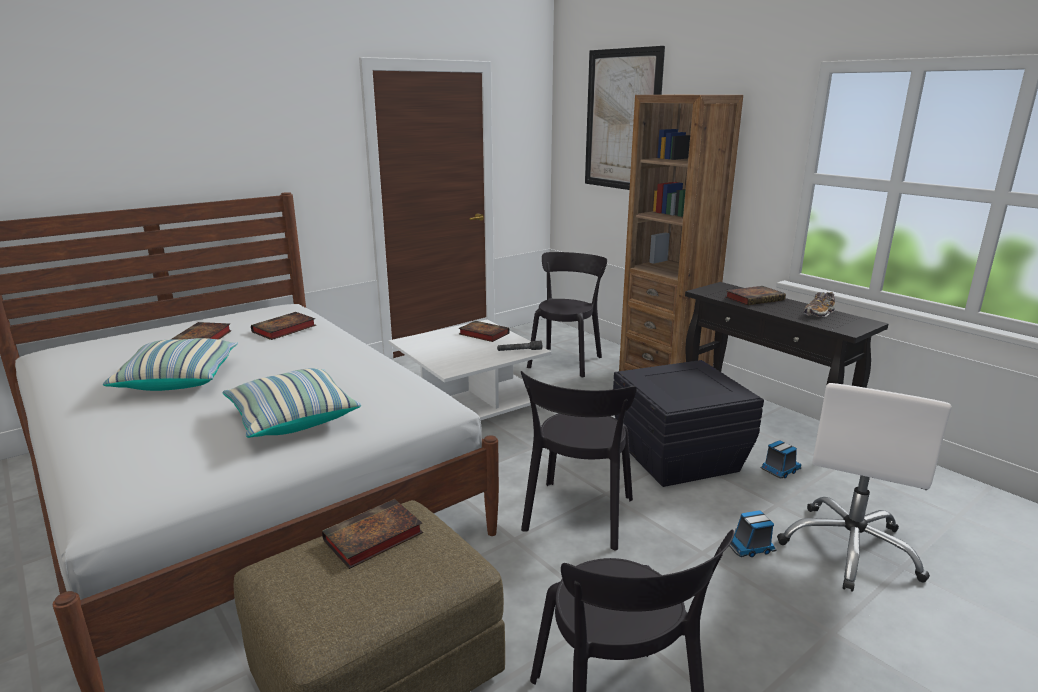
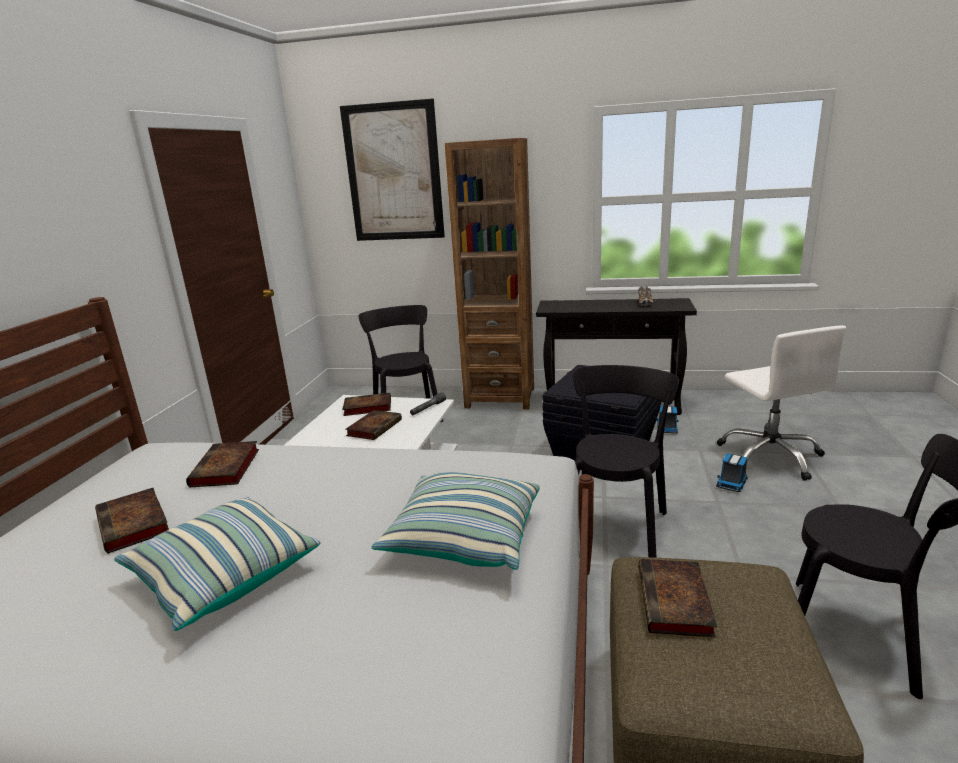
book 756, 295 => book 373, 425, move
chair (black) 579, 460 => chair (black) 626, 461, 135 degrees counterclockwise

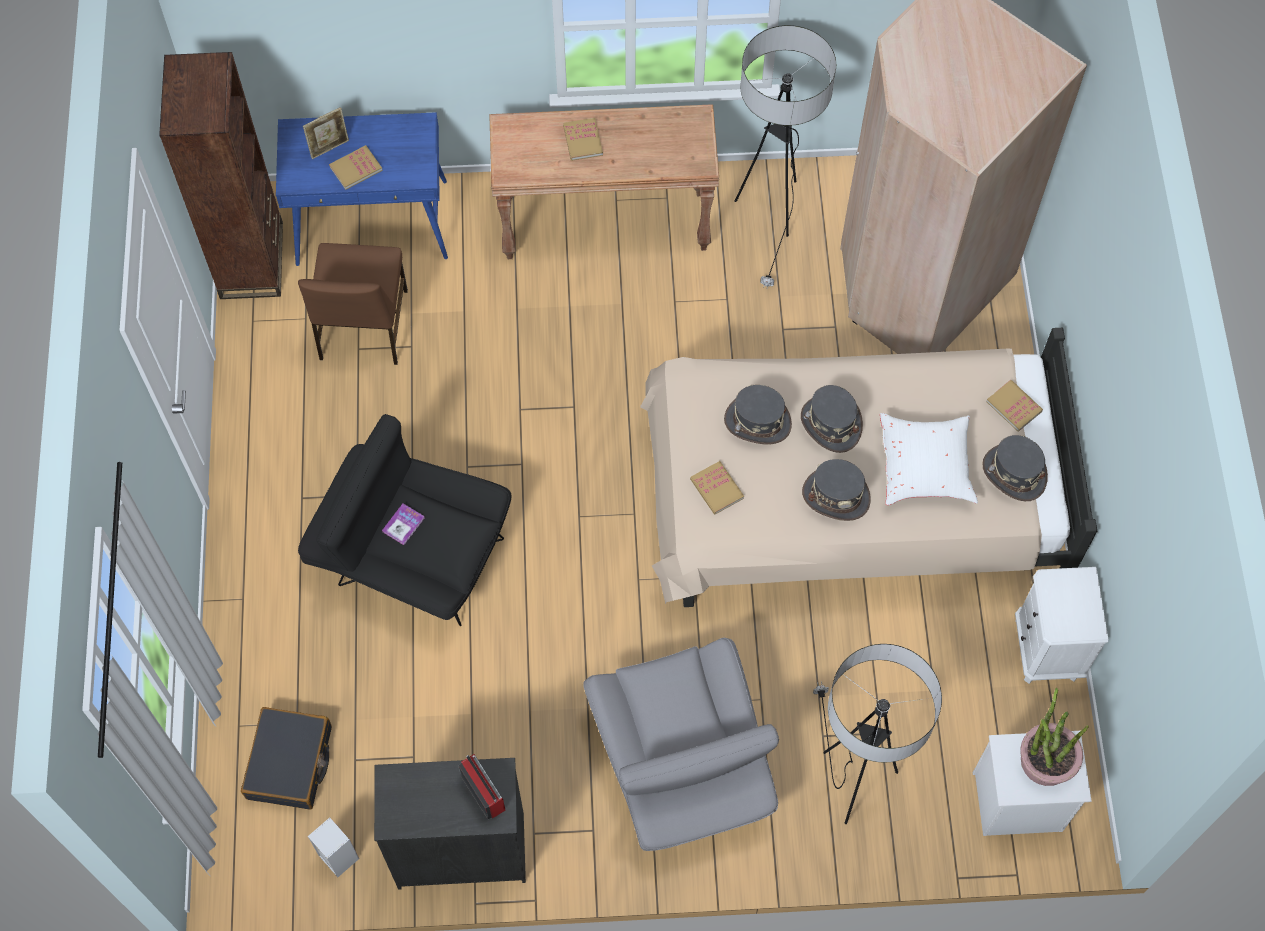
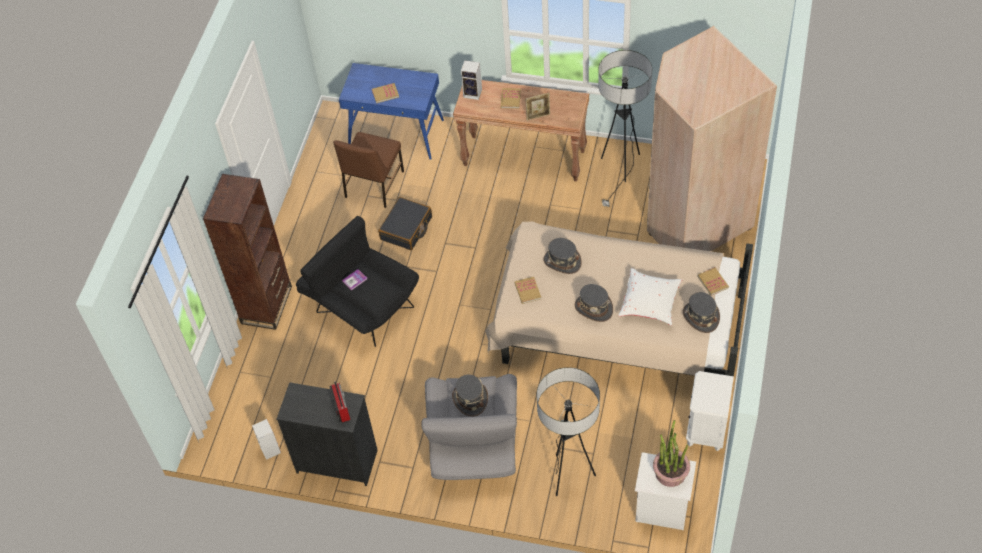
bookcase (brown) 221, 175 => bookcase (brown) 247, 252, move
suitcase (black) 286, 758 => suitcase (black) 405, 223, move
hat (grey) 832, 419 => hat (grey) 470, 395, move
nothing => speaker 471, 80
picture frame 326, 133 => picture frame 538, 107, move

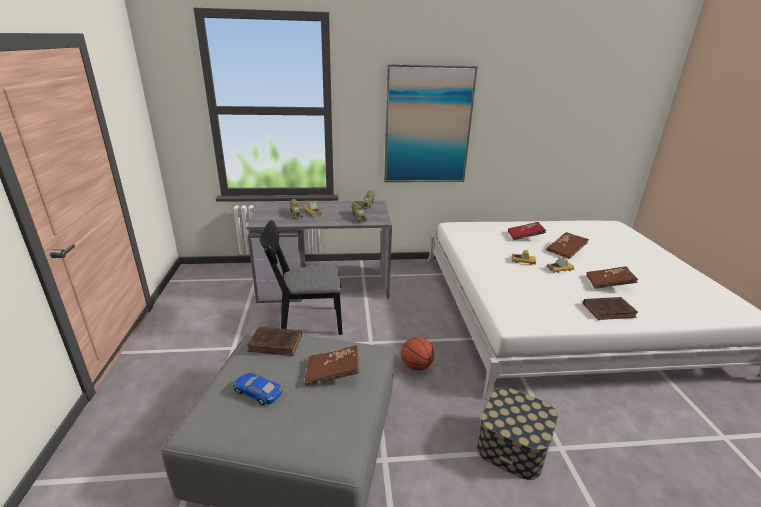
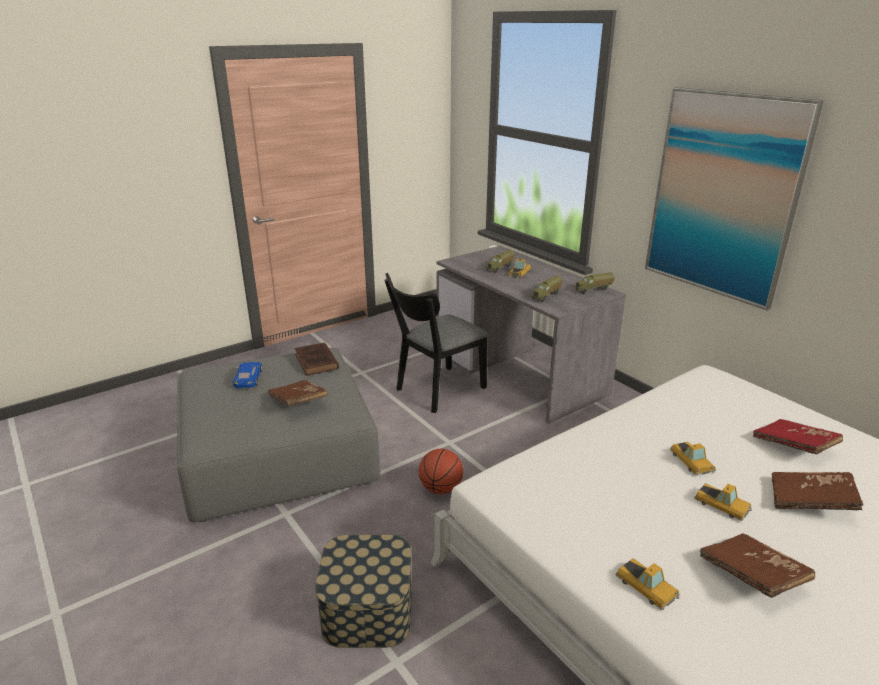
chair (black) 301, 277 => chair (black) 436, 343, 90 degrees counterclockwise
book (brown) 610, 308 => toy car 648, 584

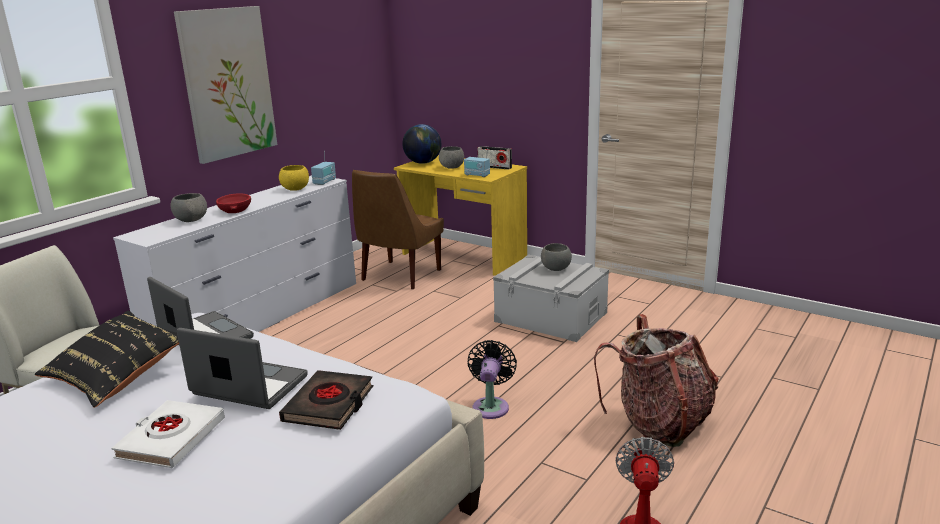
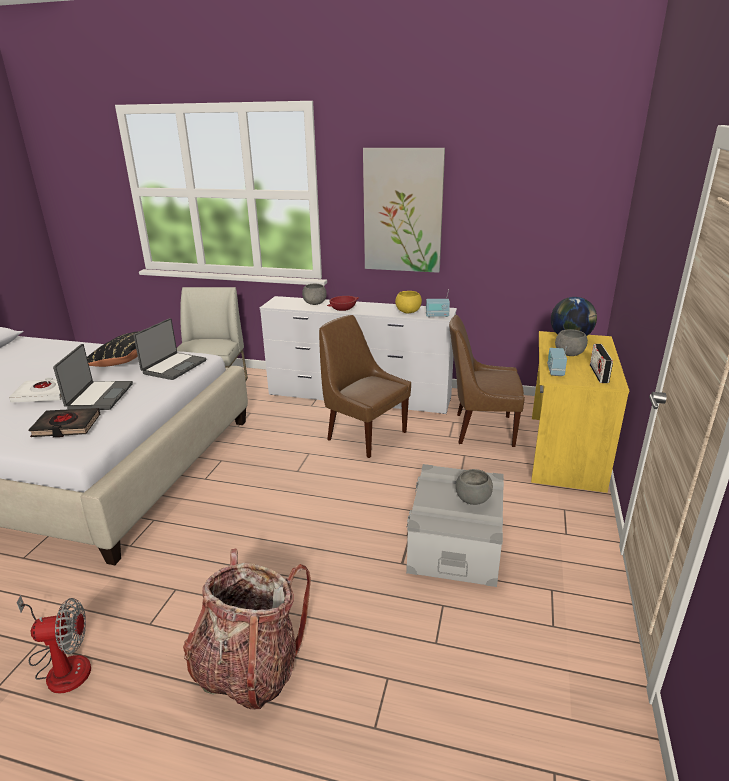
nothing => chair (brown) 365, 386
fan (black) 492, 379 => nothing

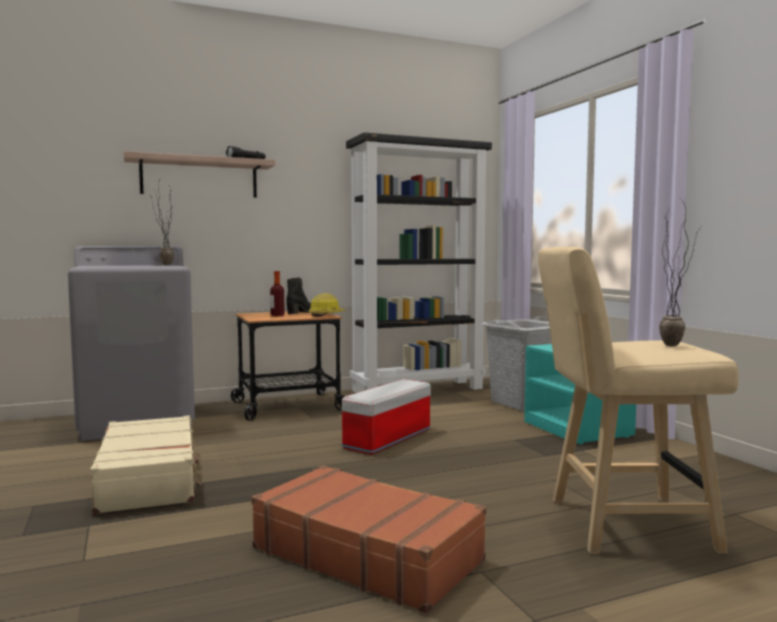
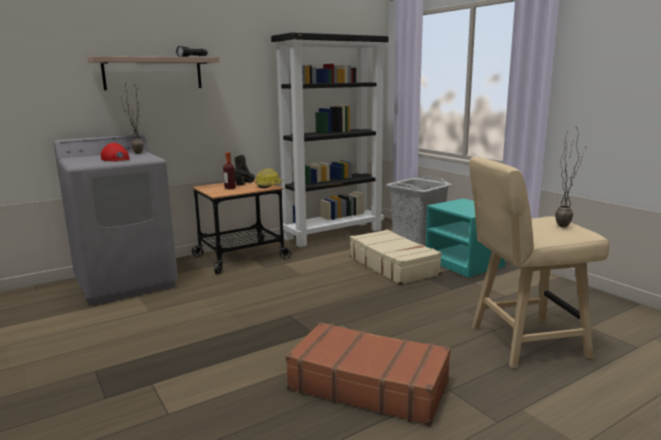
nothing => cap (red) 115, 152
suitcase (beige) 146, 464 => suitcase (beige) 396, 257, move
storage box 386, 417 => nothing

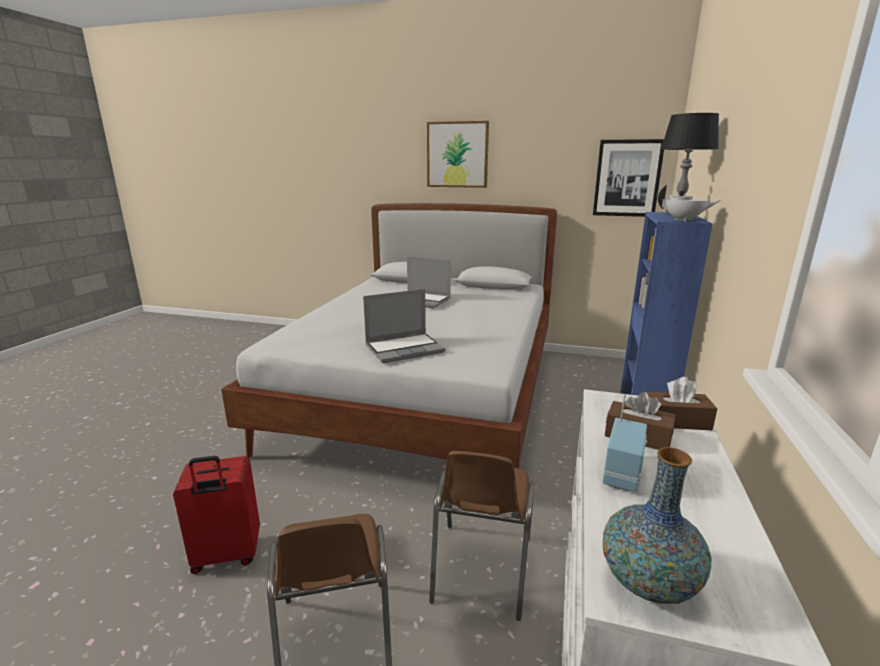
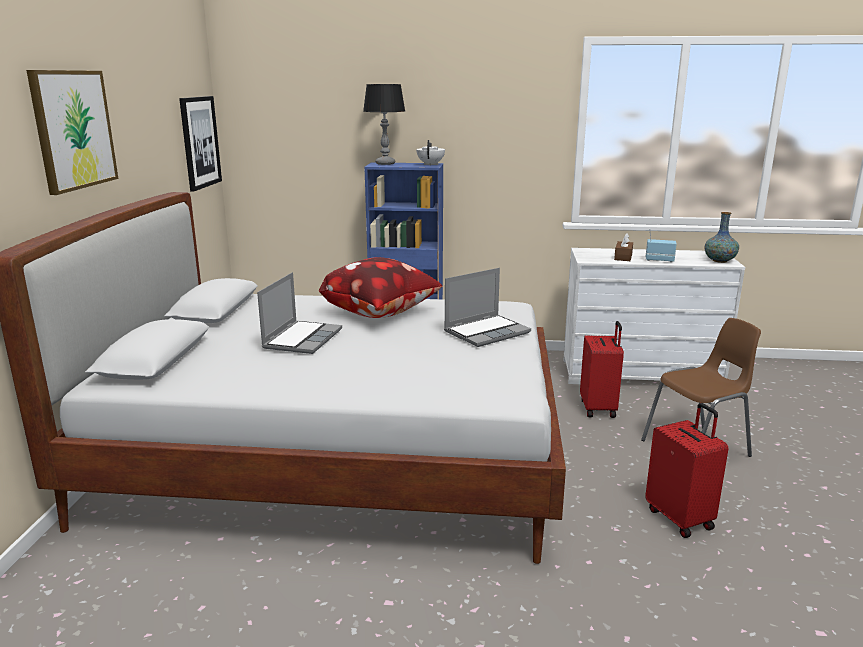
nothing => pillow 381, 287
laptop 404, 326 => laptop 487, 307, 90 degrees clockwise
chair (brown) 482, 536 => suitcase (red) 602, 369
tissue box (brown) 682, 404 => nothing

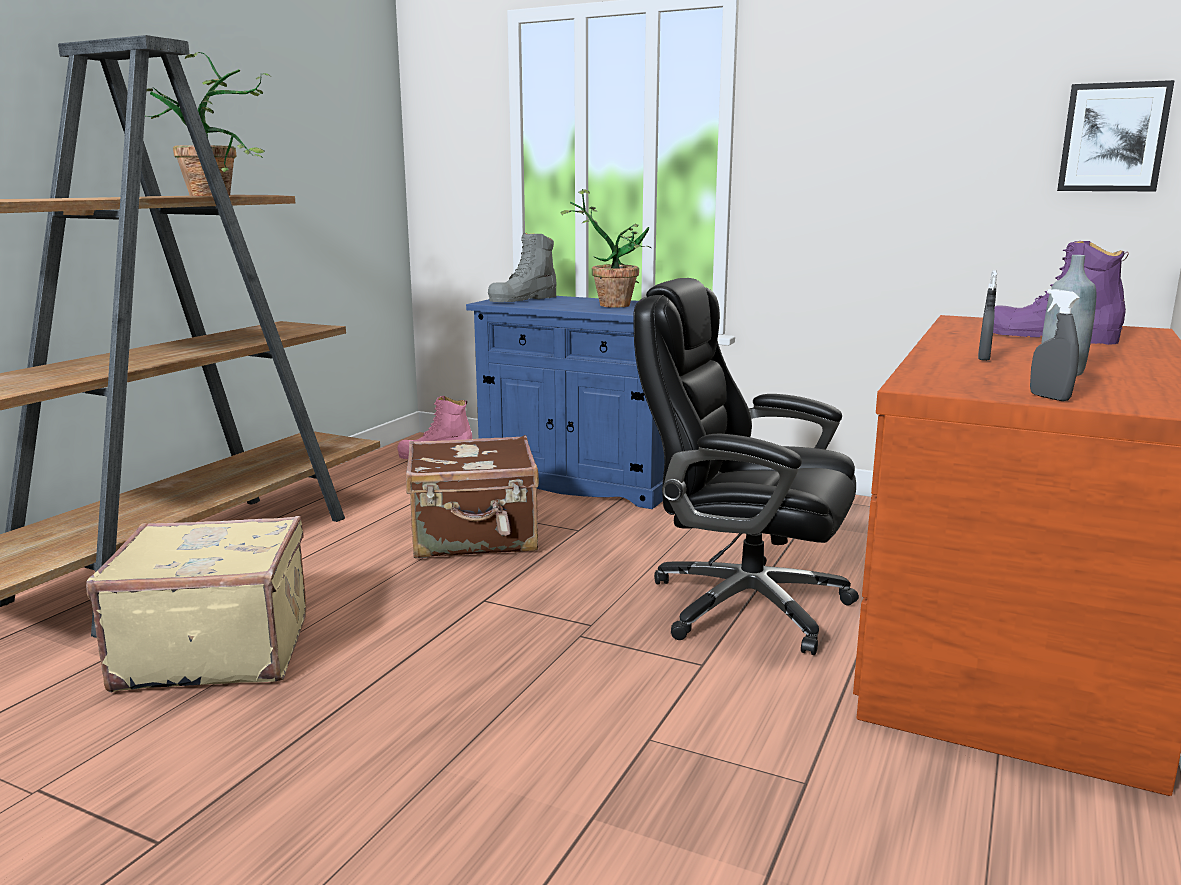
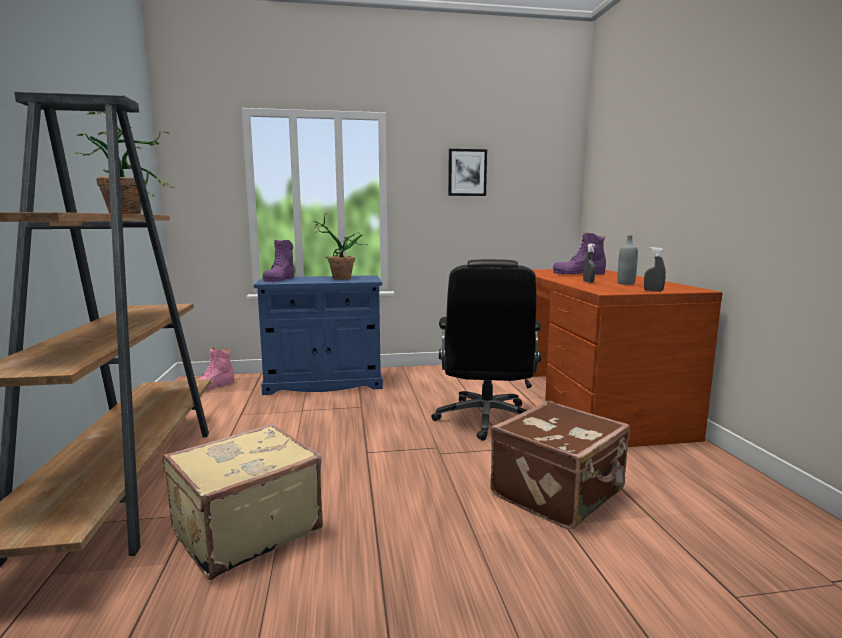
boot (grey) 522, 267 => boot (purple) 278, 261
office chair (black) 746, 466 => office chair (black) 486, 350, 75 degrees counterclockwise
picture 1116, 135 => picture 467, 172, move
suitcase (brown) 472, 496 => suitcase (brown) 560, 464, move

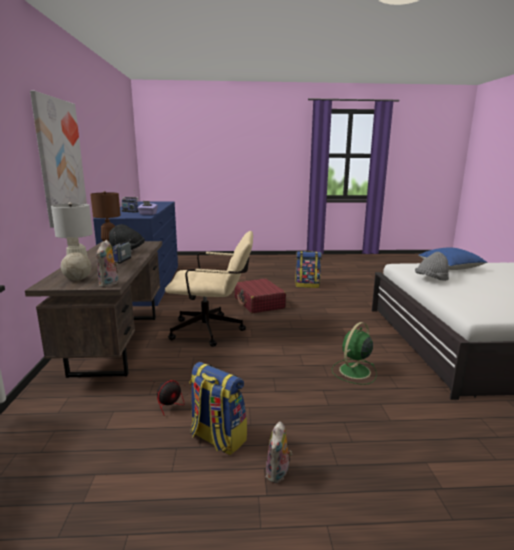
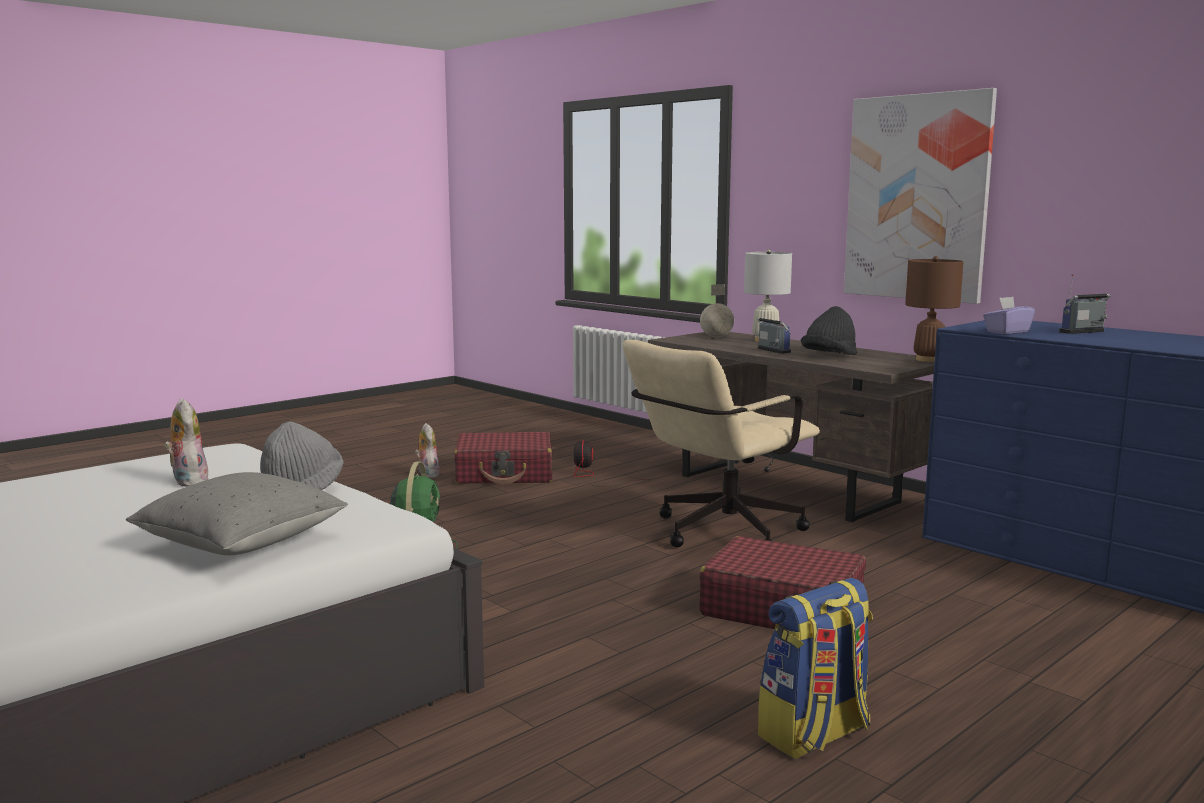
pillow (blue) 453, 258 => pillow (grey) 237, 513
plush toy 107, 264 => plush toy 186, 442, move
backpack 218, 408 => suitcase (red) 503, 458

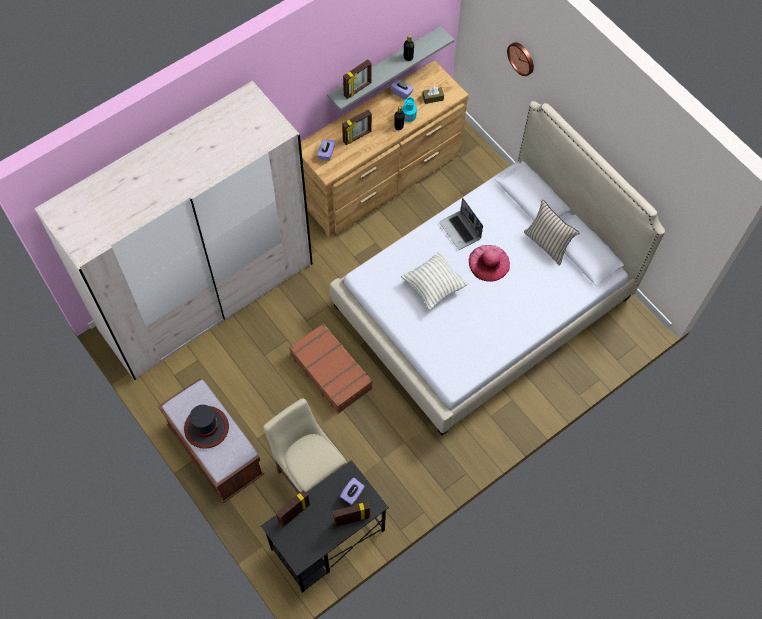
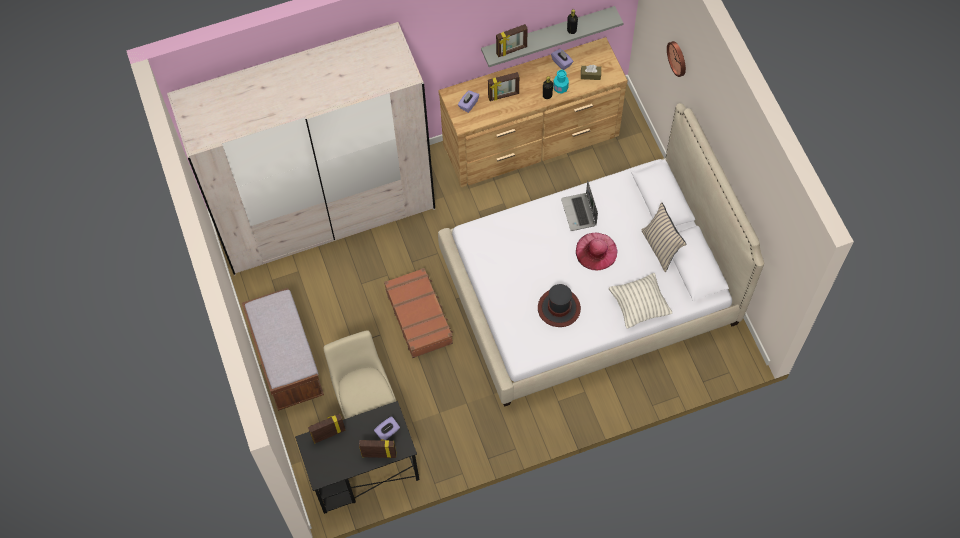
hat 206, 427 => hat 559, 305, move
pillow 434, 280 => pillow 640, 300, move

